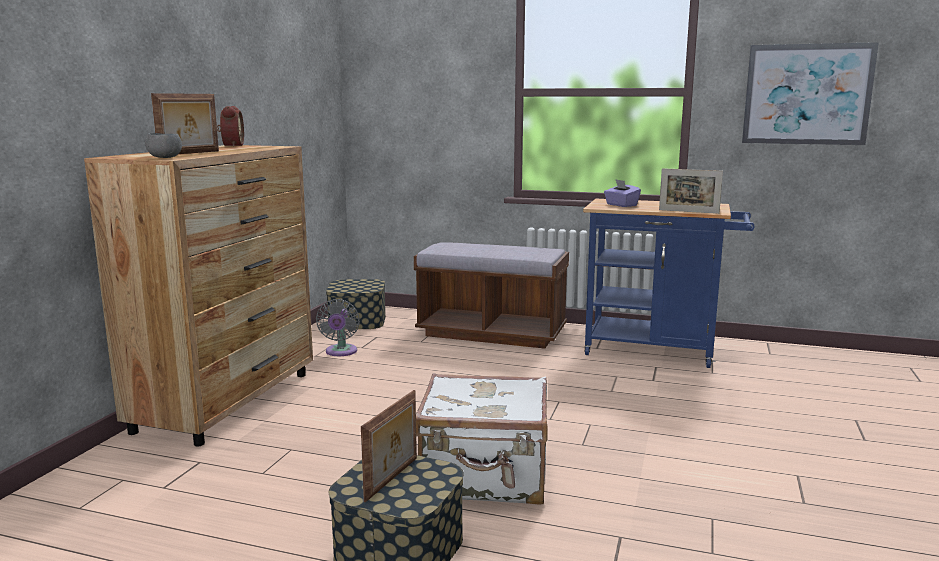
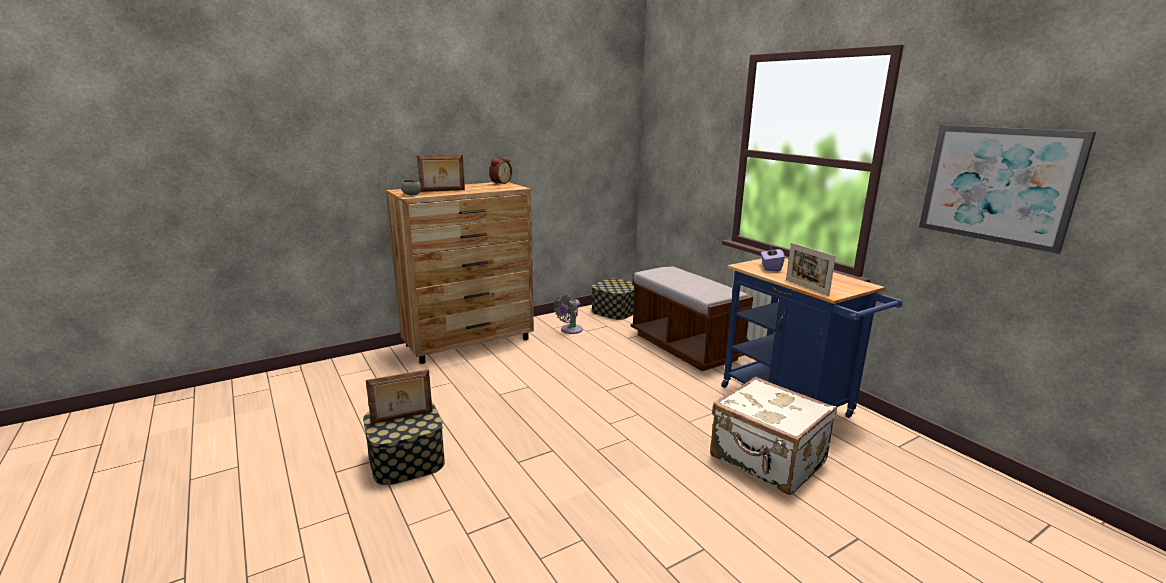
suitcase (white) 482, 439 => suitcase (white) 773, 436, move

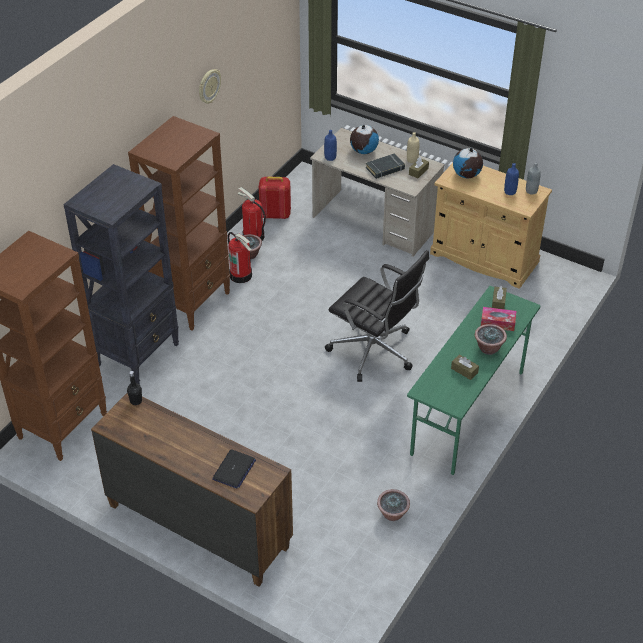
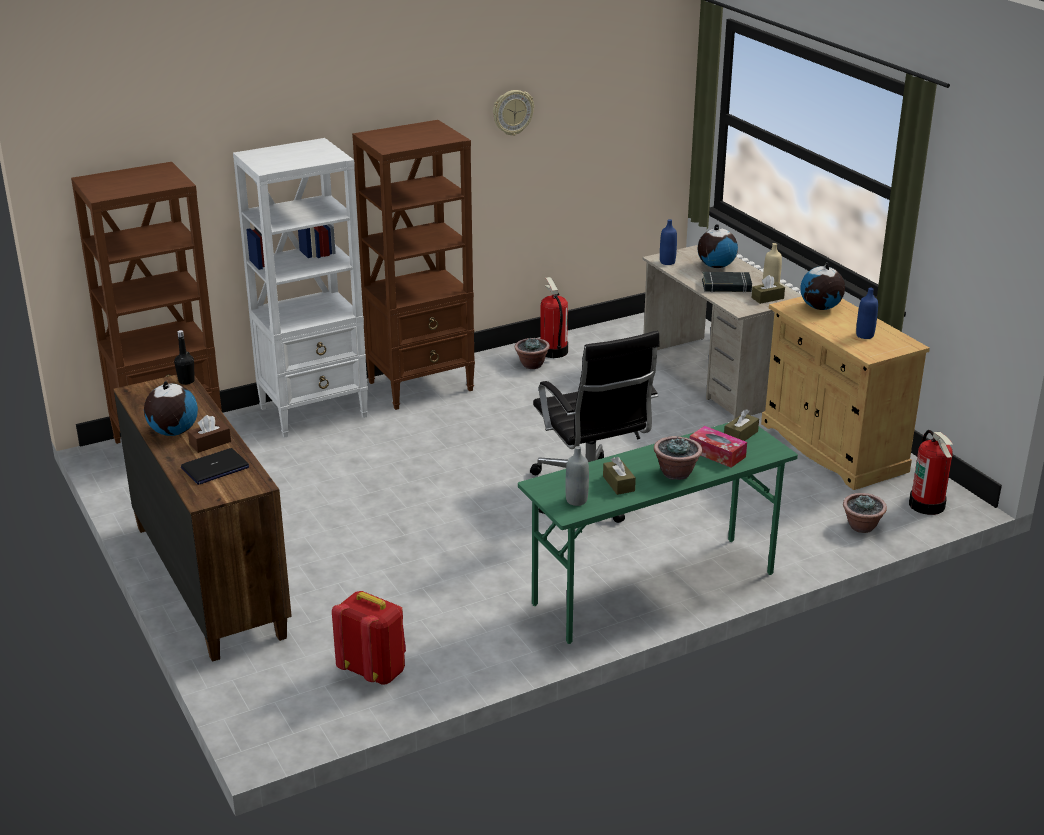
nothing => globe 171, 408
nothing => tissue box (brown) 209, 434
bookcase (black) 121, 274 => bookcase (white) 300, 288
backpack (red) 275, 198 => backpack (red) 369, 637, move
bottle (grey) 533, 178 => bottle (grey) 577, 476, move
potted plant 393, 505 => potted plant 865, 513, move
fire extinguisher 239, 257 => fire extinguisher 931, 472, move

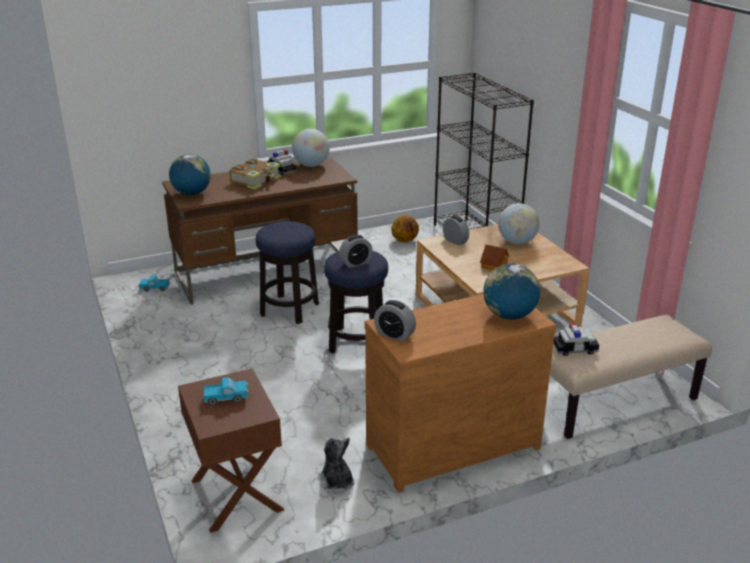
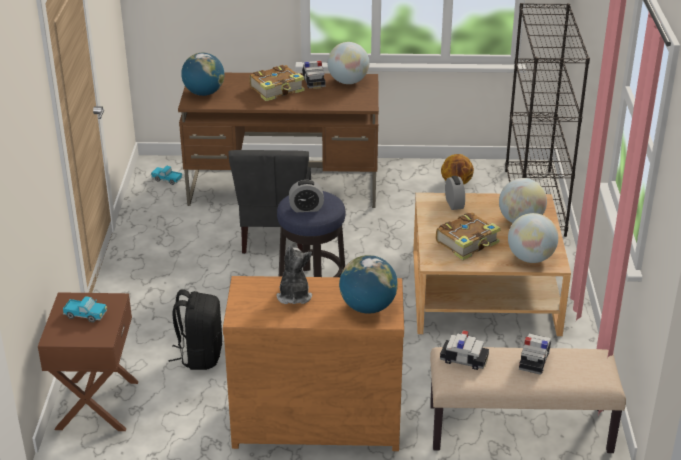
nothing => backpack (black) 195, 330
stool 287, 272 => chair (grey) 269, 202
plush toy 336, 465 => plush toy 294, 275, move
toy house 494, 257 => book 468, 236
nothing => globe 533, 238
nothing => toy car 535, 354
alarm clock 395, 321 => nothing

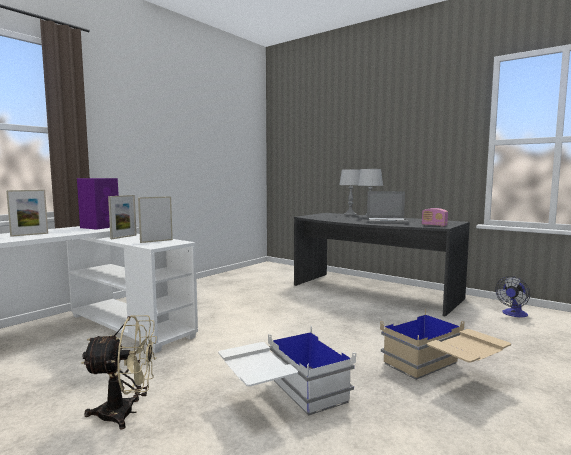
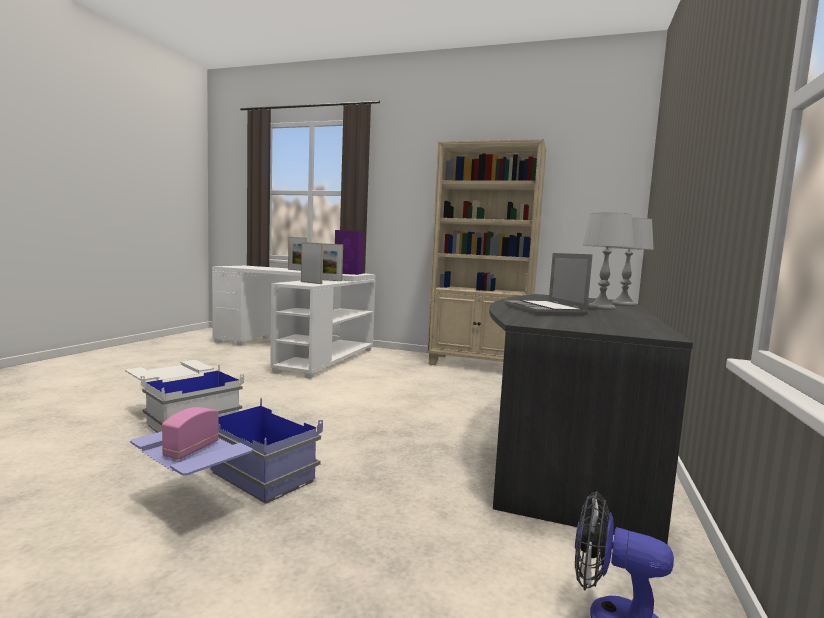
storage box (beige) 445, 344 => storage box (blue) 226, 450
radio 435, 217 => radio 190, 433, move
nothing => bookcase (beige) 486, 252
fan (beige) 119, 372 => nothing

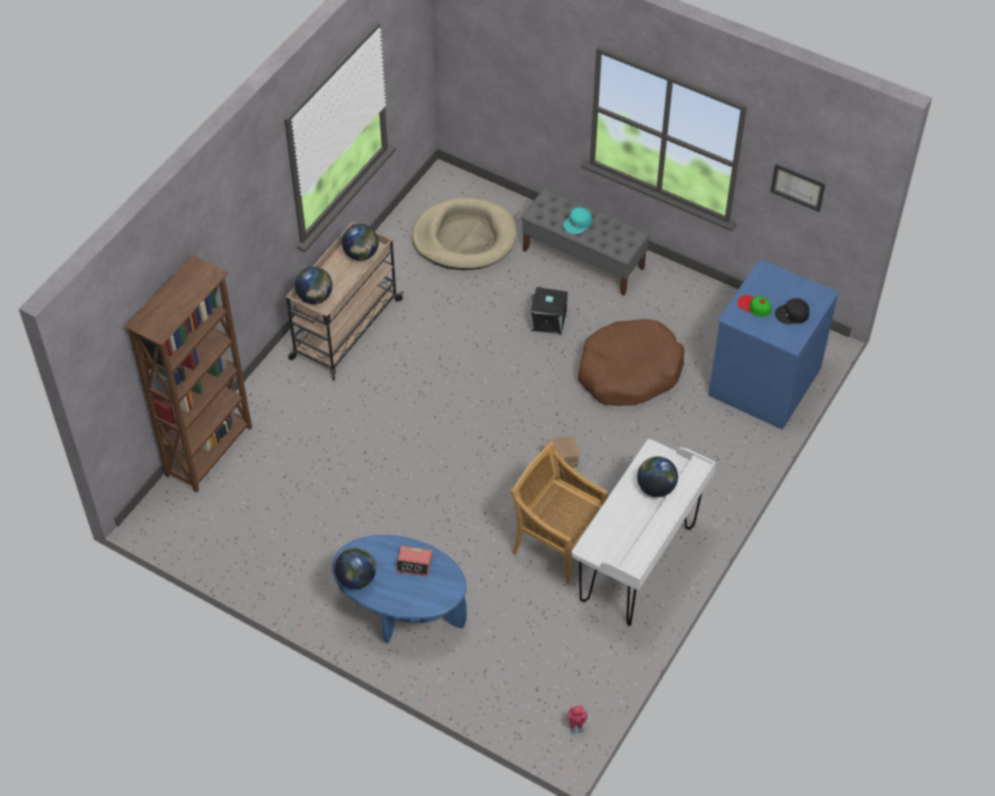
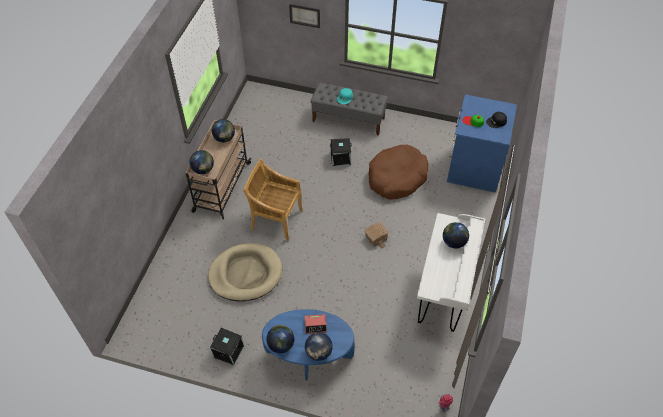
dog bed (beige) 464, 233 => dog bed (beige) 245, 272, move
nothing => storage box (black) 227, 347
chair (beige) 559, 513 => chair (beige) 272, 199, move
picture 798, 188 => picture 304, 16, move
nothing => globe 319, 346
bookcase (brown) 188, 374 => nothing

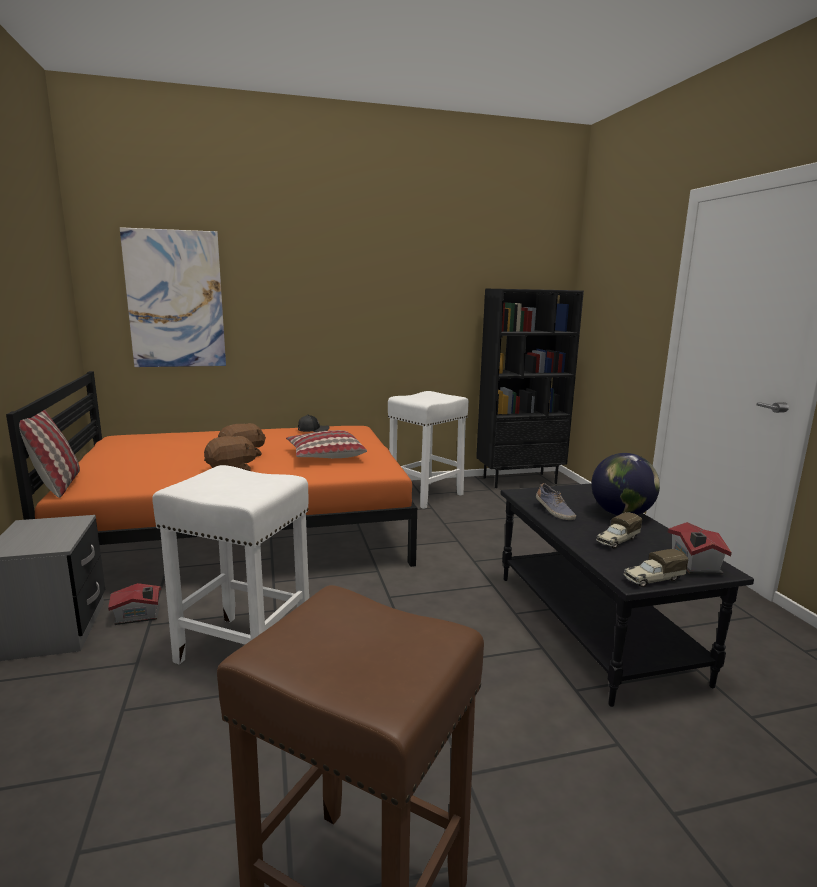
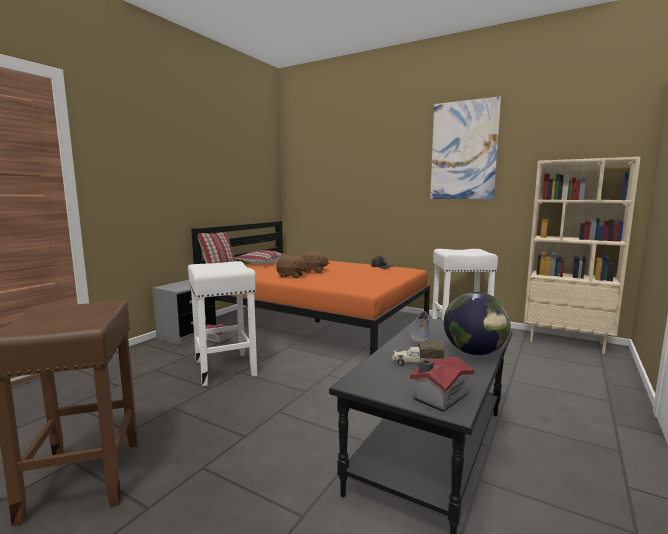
pillow 326, 444 => pillow 260, 257, move
picture 173, 297 => picture 465, 147, move
bookcase (black) 530, 388 => bookcase (beige) 582, 255
toy truck 655, 568 => nothing

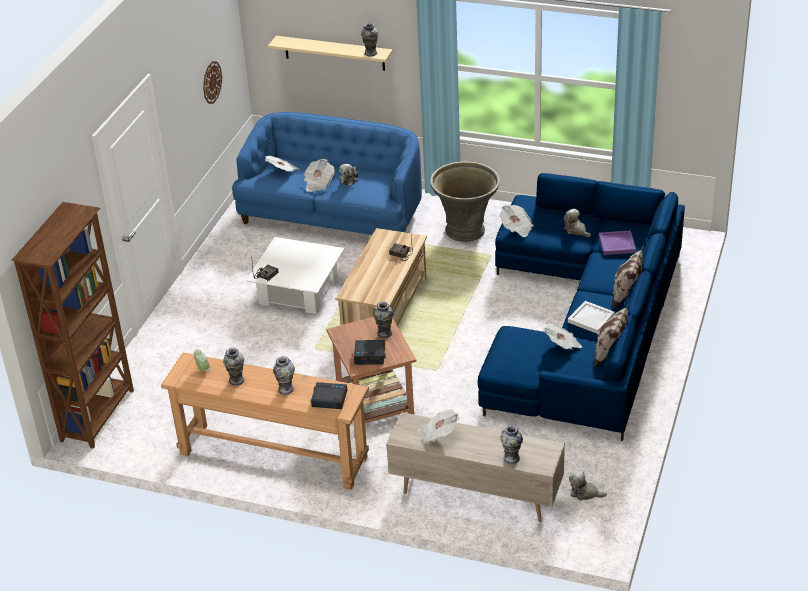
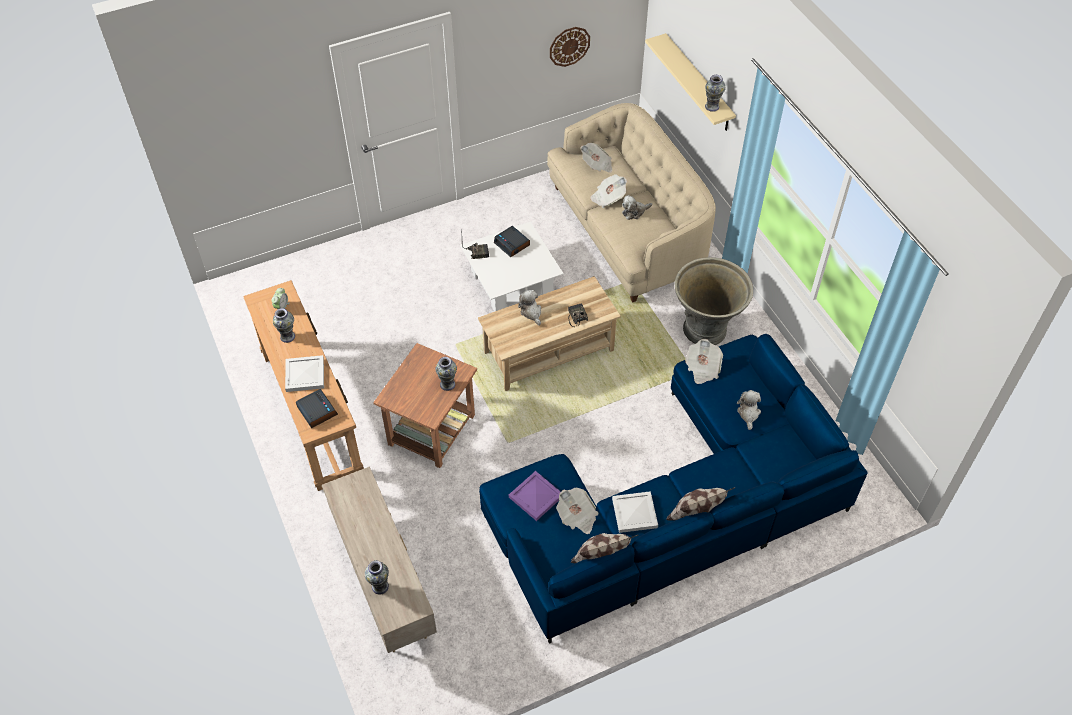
vase 284, 375 => tray (white) 304, 373
alarm clock 369, 352 => alarm clock 512, 241, move
tray (purple) 617, 242 => tray (purple) 535, 496, move
plush toy 588, 485 => plush toy 529, 308, move
sofa (blue) 327, 173 => sofa (beige) 631, 202
bookcase (brown) 73, 325 => nothing
newspaper 438, 426 => nothing

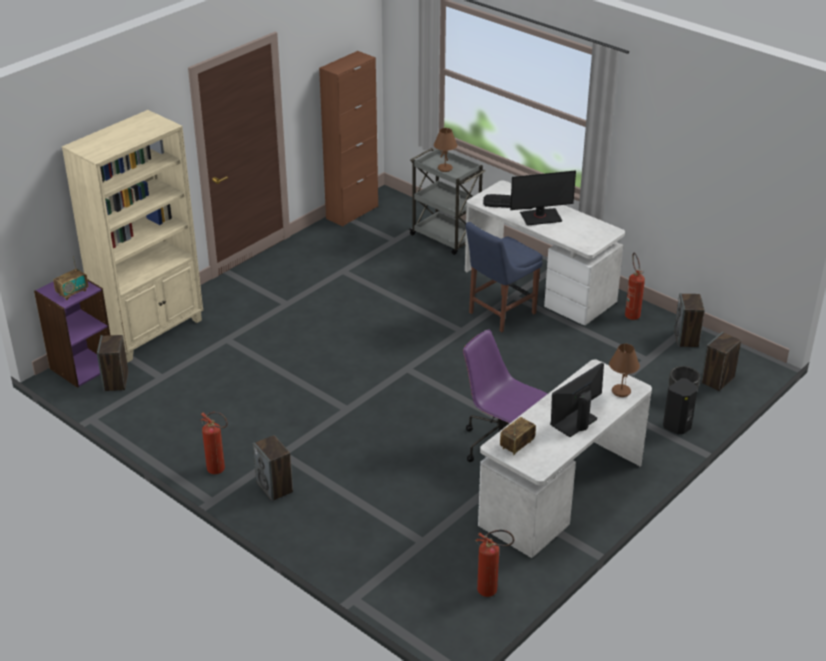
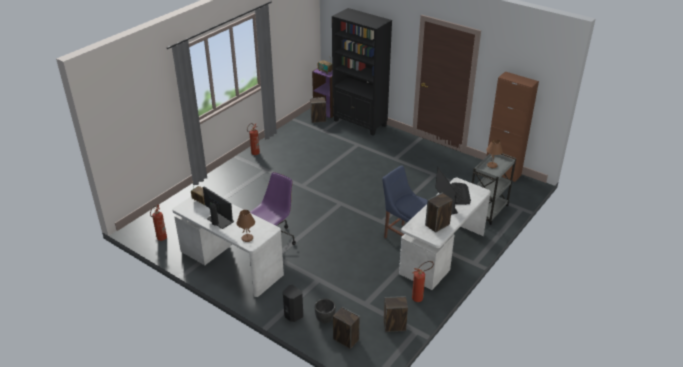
bookcase (beige) 132, 236 => bookcase (black) 362, 72
speaker 273, 468 => speaker 439, 212, move

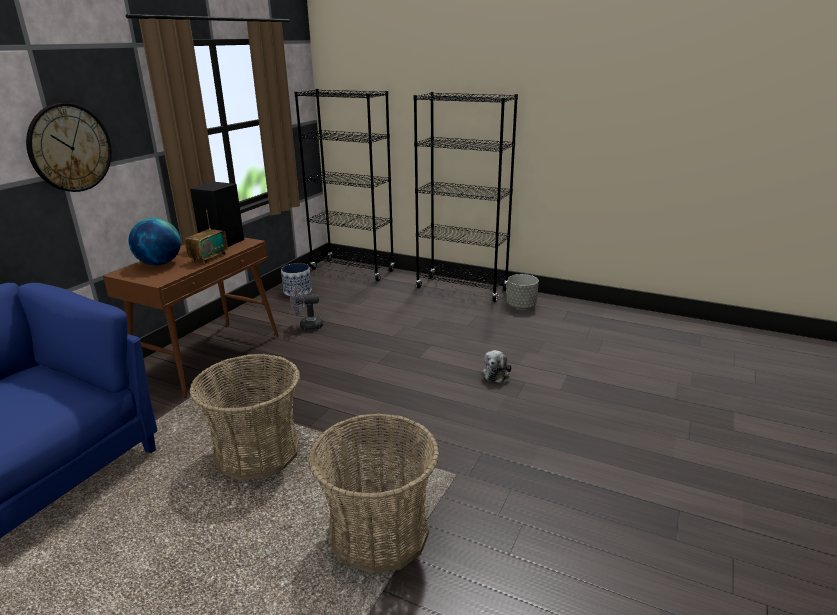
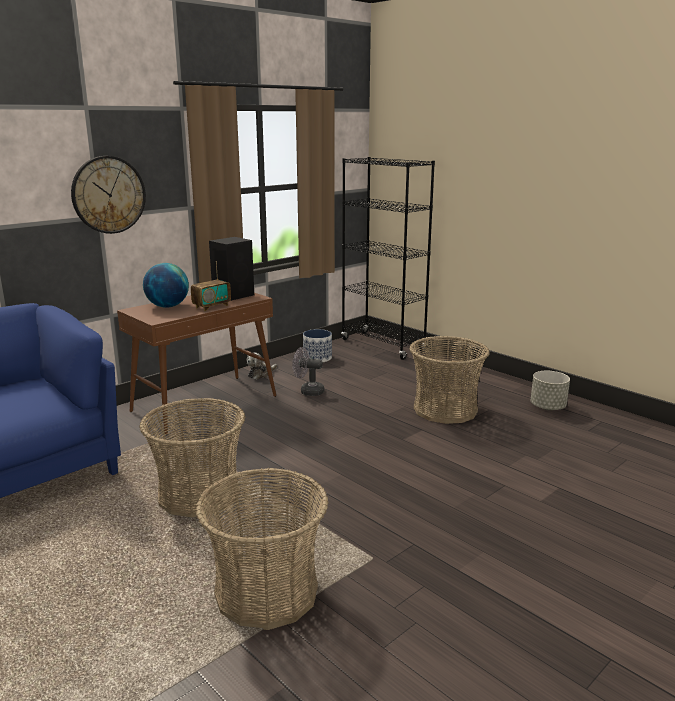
plush toy 497, 366 => plush toy 262, 366, move
nothing => basket 449, 380
bookcase (black) 466, 197 => nothing

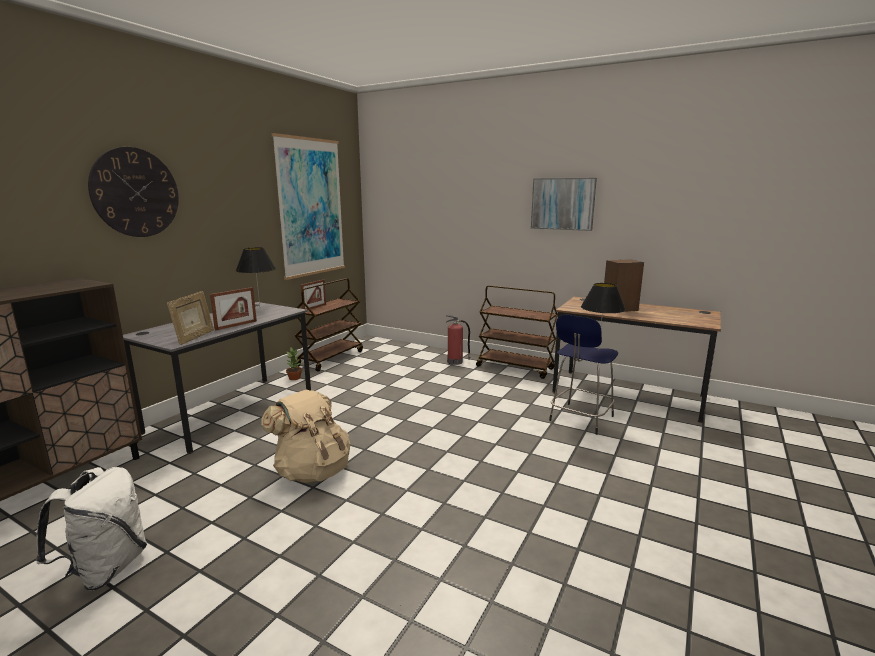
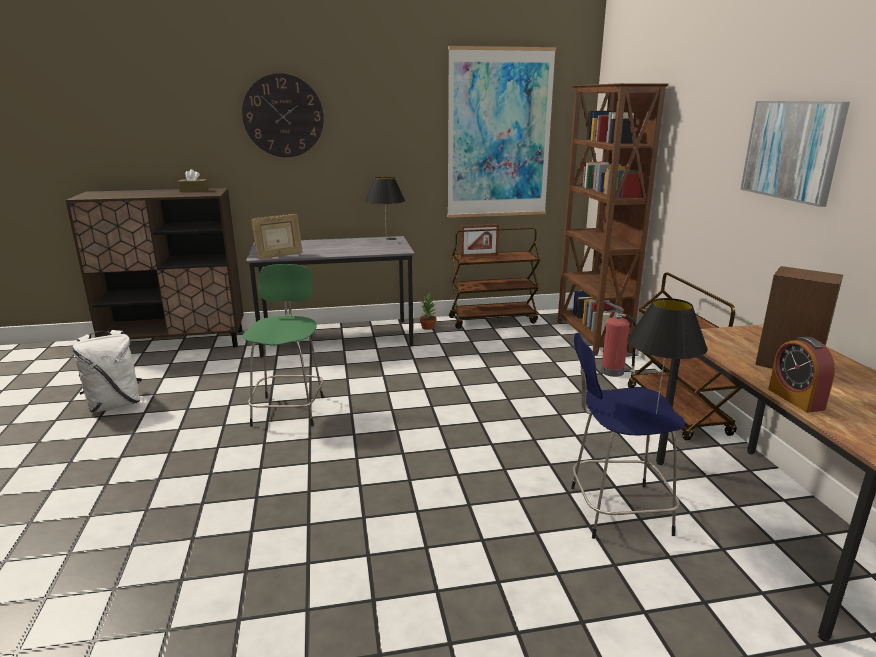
nothing => tissue box (brown) 193, 180
backpack (beige) 305, 436 => stool (green) 283, 345
nothing => bookcase (brown) 613, 219
nothing => alarm clock 801, 375
picture frame 233, 309 => nothing

